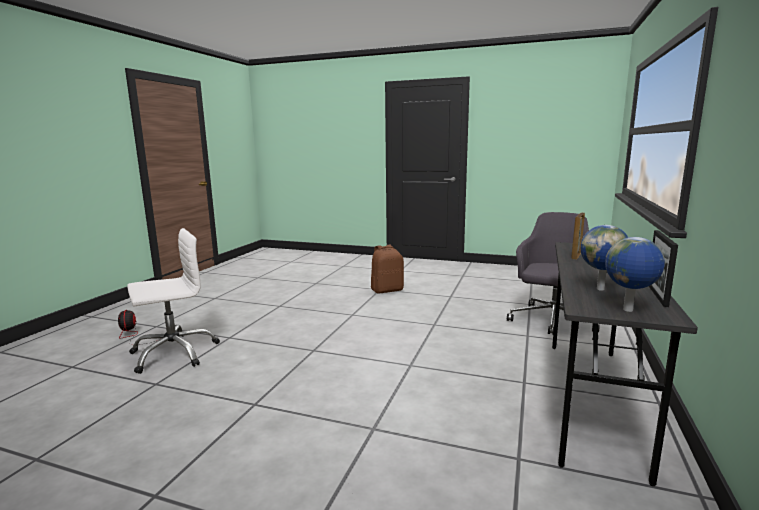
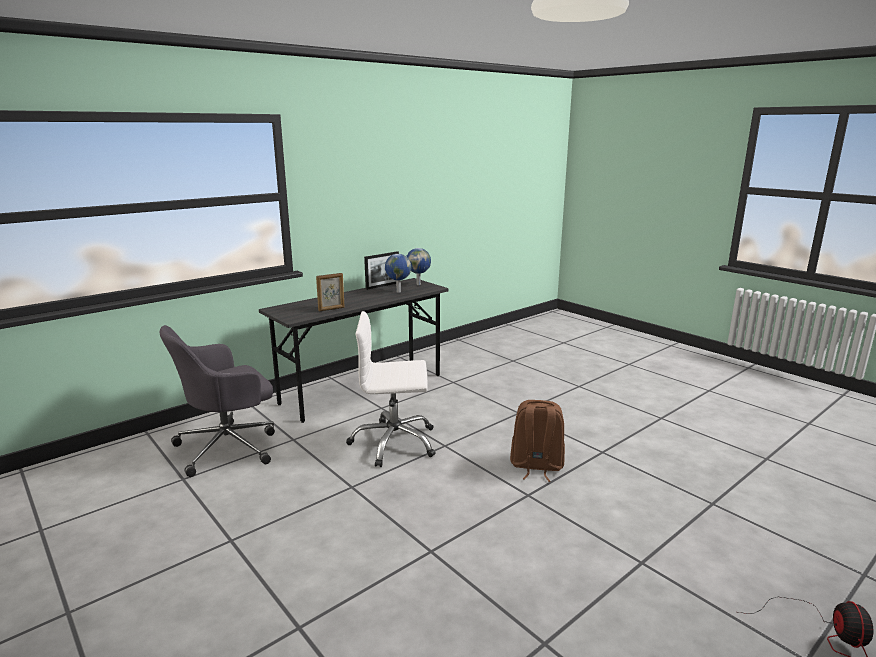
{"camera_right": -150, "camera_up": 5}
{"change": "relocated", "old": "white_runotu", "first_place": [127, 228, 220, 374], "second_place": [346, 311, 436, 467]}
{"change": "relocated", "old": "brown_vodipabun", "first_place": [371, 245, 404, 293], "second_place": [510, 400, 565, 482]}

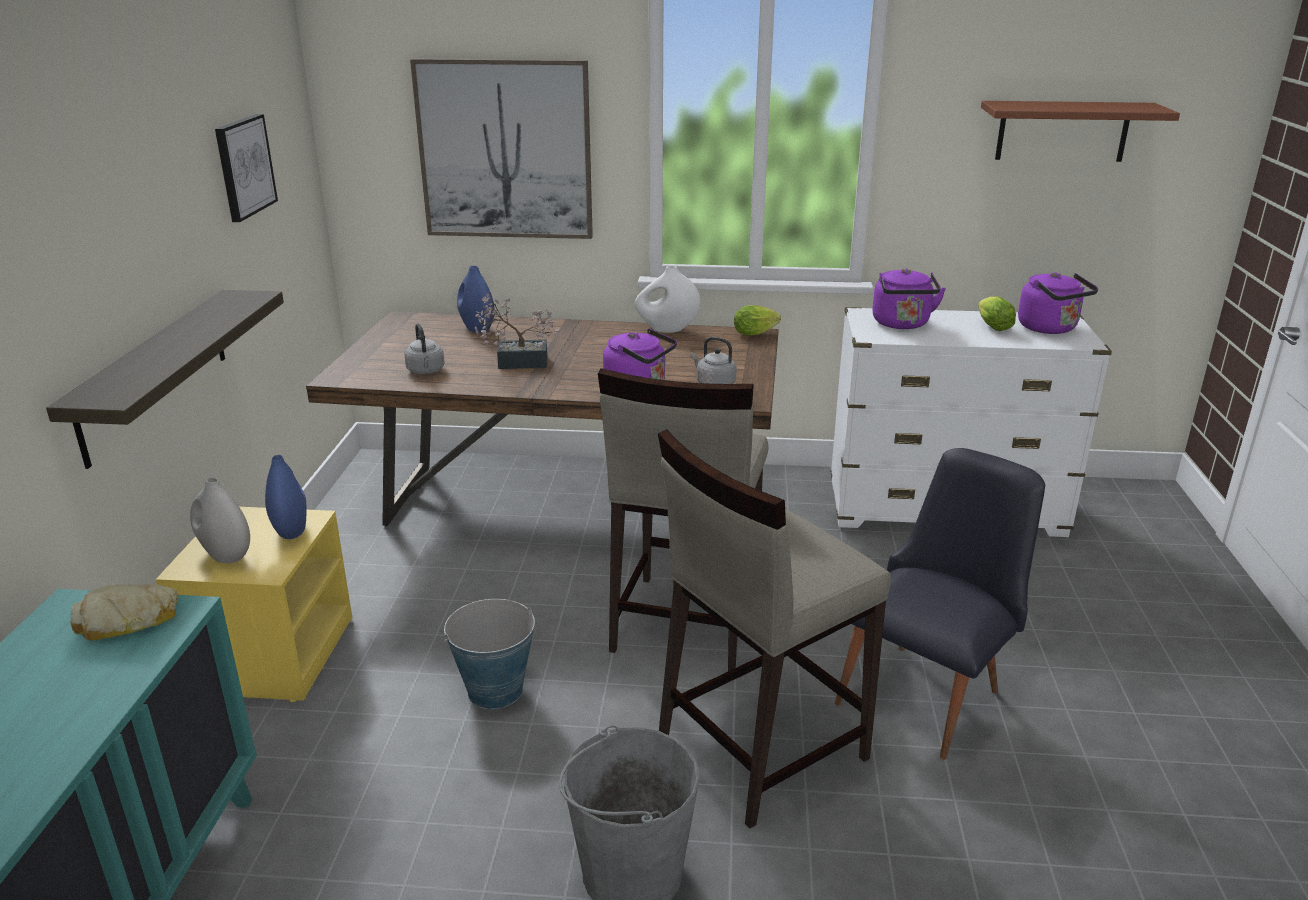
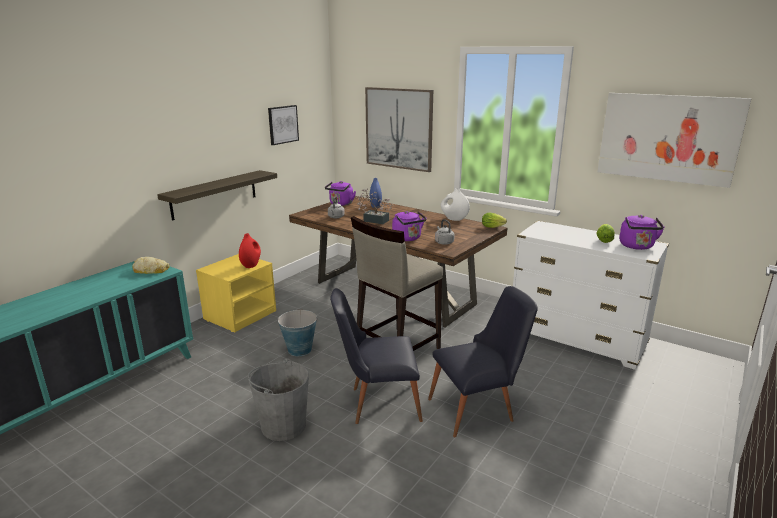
{"camera_right": 30, "camera_up": -5}
{"change": "colour", "old": "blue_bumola", "new": "red_bumola", "first_place": [265, 455, 307, 539], "second_place": [239, 233, 261, 268]}
{"change": "relocated", "old": "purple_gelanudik", "first_place": [872, 268, 946, 329], "second_place": [325, 181, 356, 206]}
{"change": "exchanged", "old": "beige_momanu", "new": "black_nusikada", "first_place": [658, 429, 891, 828], "second_place": [330, 288, 423, 424]}
{"change": "exchanged", "old": "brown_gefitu", "new": "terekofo", "first_place": [981, 101, 1180, 162], "second_place": [597, 93, 752, 188]}
{"change": "missing", "old": "white_bumola", "first_place": [190, 477, 250, 563]}

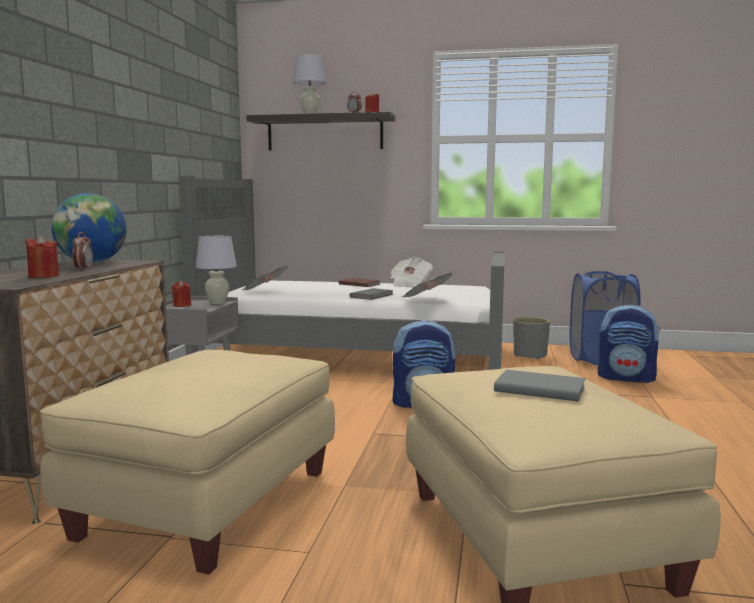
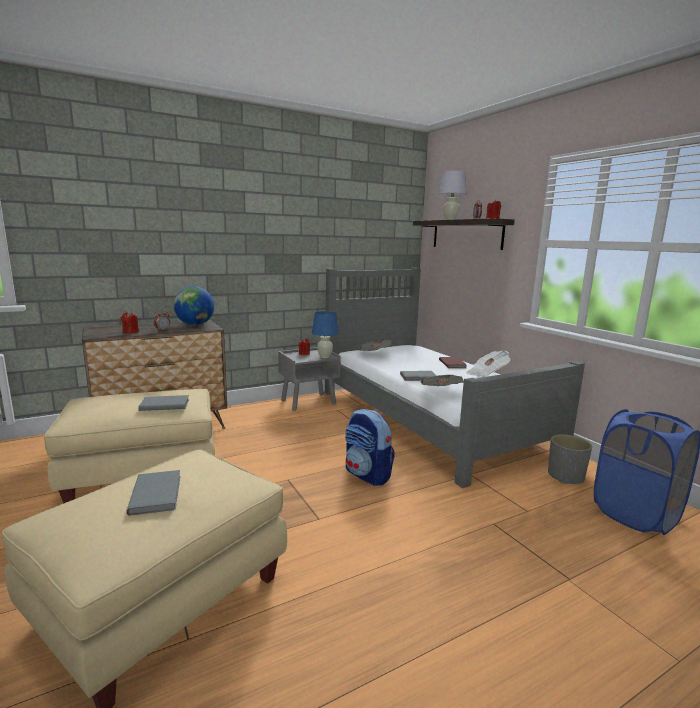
{"camera_right": 50, "camera_up": 5}
{"change": "appeared", "new": "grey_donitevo", "second_place": [139, 395, 189, 411]}
{"change": "colour", "old": "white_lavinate", "new": "blue_lavinate", "first_place": [196, 236, 237, 304], "second_place": [312, 311, 339, 358]}
{"change": "missing", "old": "vodipabun", "first_place": [598, 305, 660, 383]}

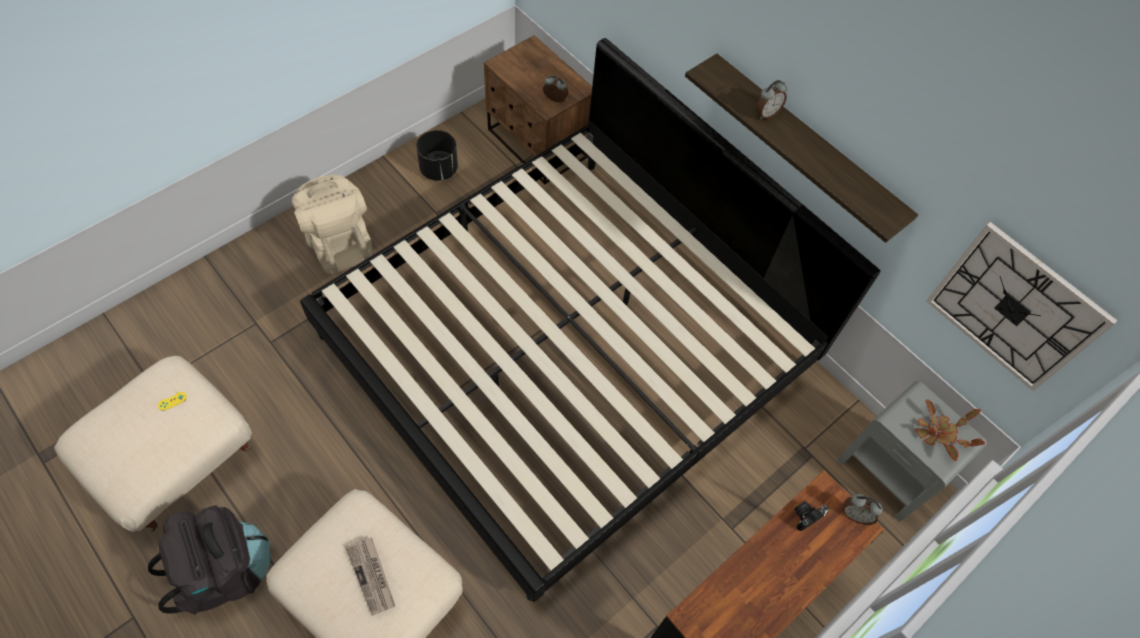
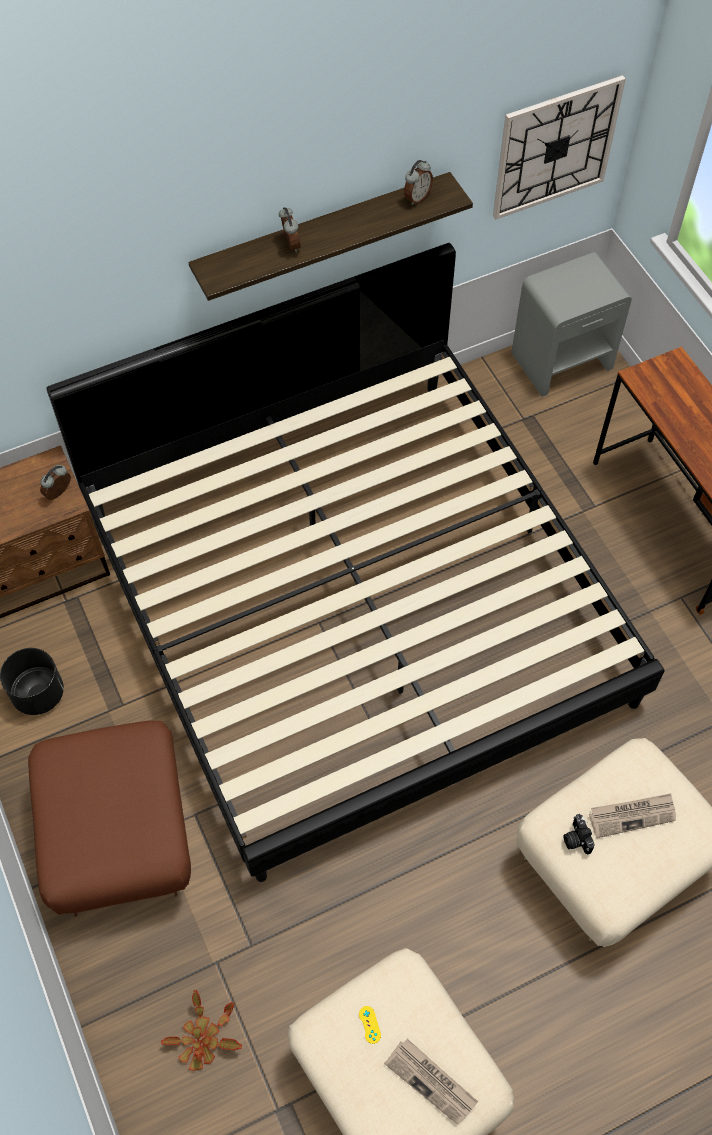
{"camera_right": -70, "camera_up": 0}
{"change": "exchanged", "old": "beige_vodipabun", "new": "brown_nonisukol", "first_place": [292, 175, 372, 276], "second_place": [28, 720, 191, 917]}
{"change": "relocated", "old": "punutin", "first_place": [915, 399, 985, 461], "second_place": [161, 990, 242, 1071]}
{"change": "appeared", "new": "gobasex", "second_place": [384, 1039, 478, 1125]}
{"change": "relocated", "old": "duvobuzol", "first_place": [842, 494, 883, 525], "second_place": [404, 160, 433, 205]}
{"change": "relocated", "old": "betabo", "first_place": [795, 501, 829, 531], "second_place": [564, 814, 595, 855]}
{"change": "missing", "old": "black_vodipabun", "first_place": [148, 506, 271, 614]}

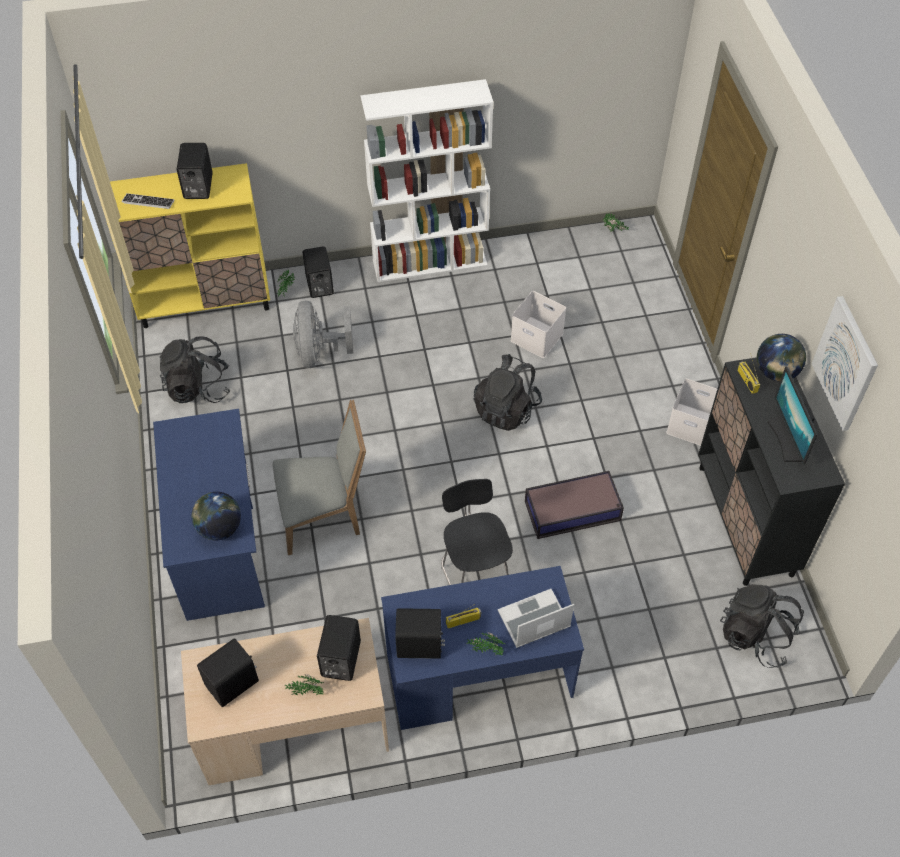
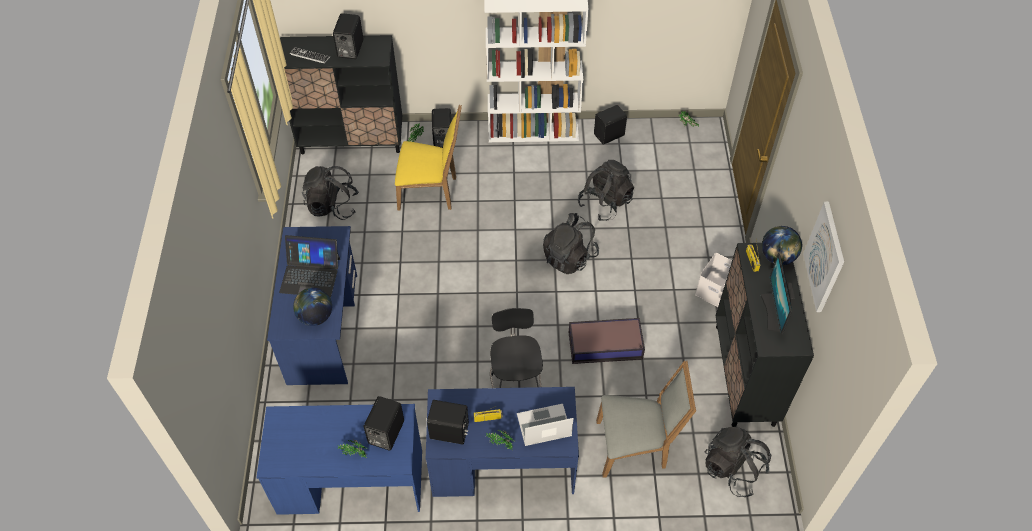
{"camera_right": 10, "camera_up": 0}
{"change": "colour", "old": "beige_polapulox", "new": "blue_polapulox", "first_place": [181, 618, 389, 785], "second_place": [256, 404, 422, 515]}
{"change": "appeared", "new": "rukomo", "second_place": [279, 235, 340, 297]}
{"change": "colour", "old": "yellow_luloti", "new": "black_luloti", "first_place": [106, 163, 270, 328], "second_place": [280, 35, 402, 154]}
{"change": "exchanged", "old": "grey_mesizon", "new": "yellow_nusikada", "first_place": [293, 301, 353, 368], "second_place": [395, 104, 462, 210]}
{"change": "exchanged", "old": "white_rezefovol", "new": "black_vodipabun", "first_place": [510, 291, 566, 358], "second_place": [578, 160, 634, 221]}
{"change": "relocated", "old": "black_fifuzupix", "first_place": [197, 638, 259, 707], "second_place": [594, 105, 627, 145]}
{"change": "relocated", "old": "grey_nusikada", "first_place": [273, 399, 366, 555], "second_place": [596, 360, 696, 478]}

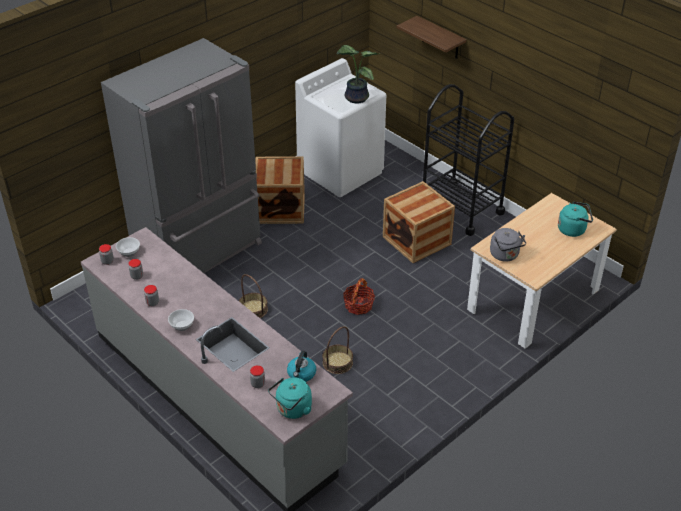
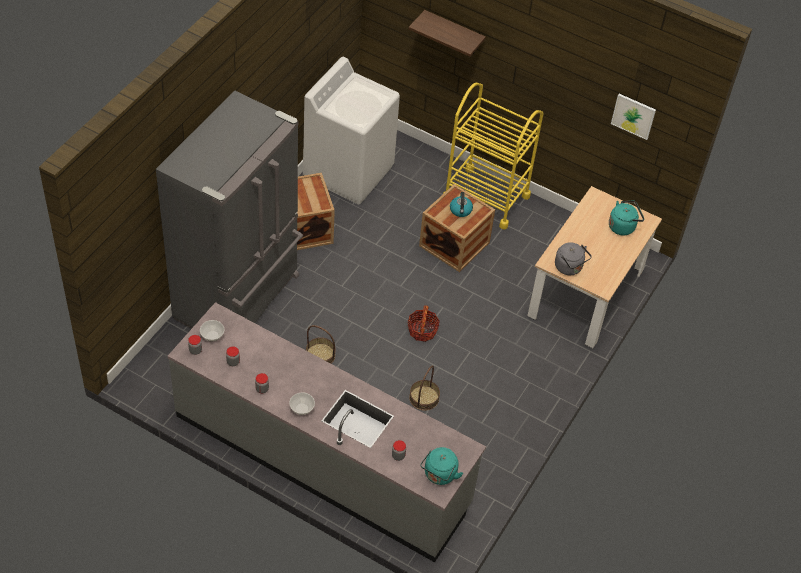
{"camera_right": -20, "camera_up": 10}
{"change": "colour", "old": "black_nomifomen", "new": "yellow_nomifomen", "first_place": [423, 84, 514, 236], "second_place": [443, 82, 544, 230]}
{"change": "relocated", "old": "gelanudik", "first_place": [287, 351, 316, 382], "second_place": [450, 192, 473, 217]}
{"change": "appeared", "new": "terekofo", "second_place": [611, 94, 656, 140]}
{"change": "missing", "old": "punutin", "first_place": [336, 45, 379, 103]}

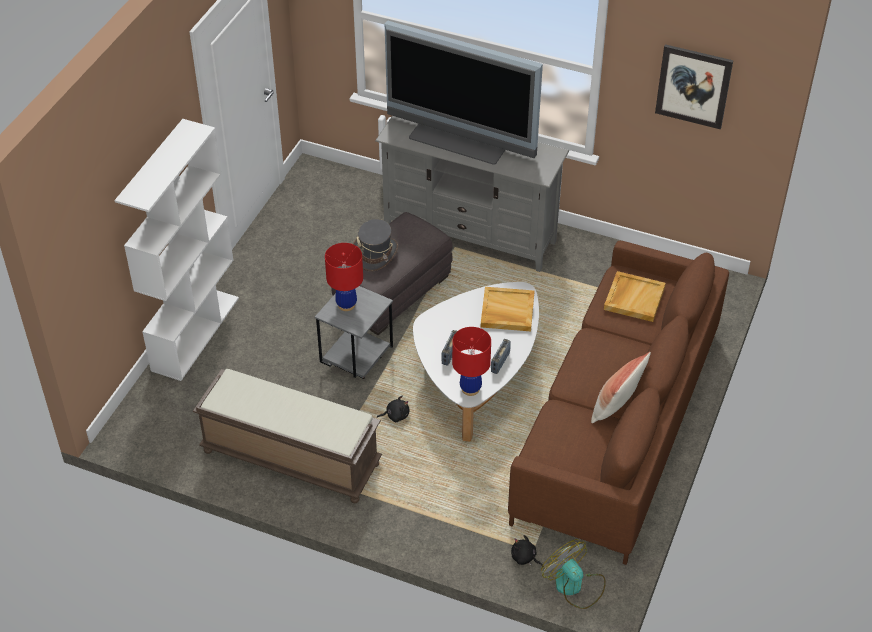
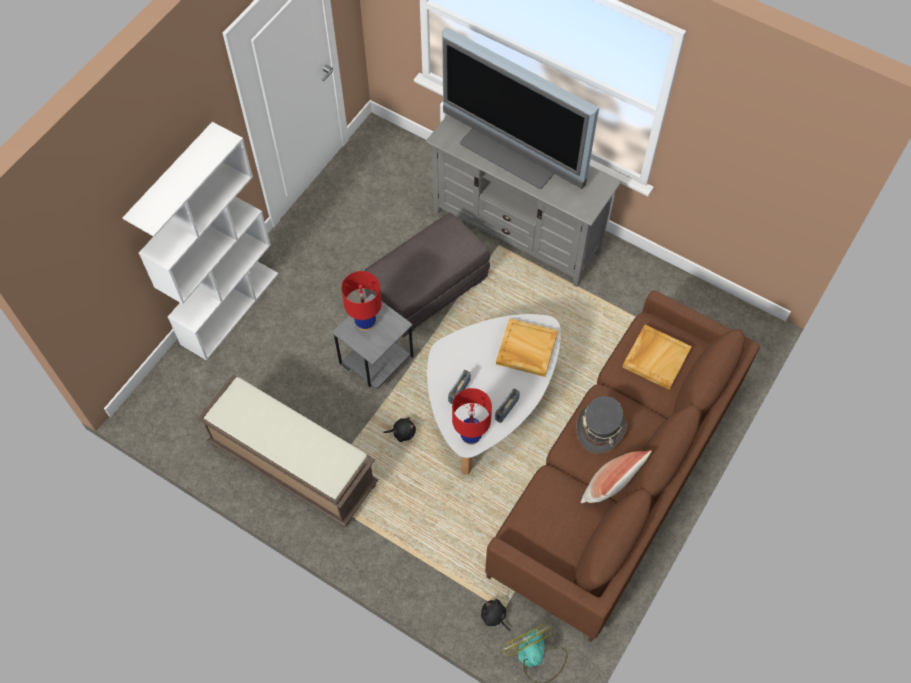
{"camera_right": 10, "camera_up": 15}
{"change": "relocated", "old": "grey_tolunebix", "first_place": [353, 219, 398, 271], "second_place": [576, 396, 627, 454]}
{"change": "missing", "old": "terekofo", "first_place": [655, 44, 733, 129]}

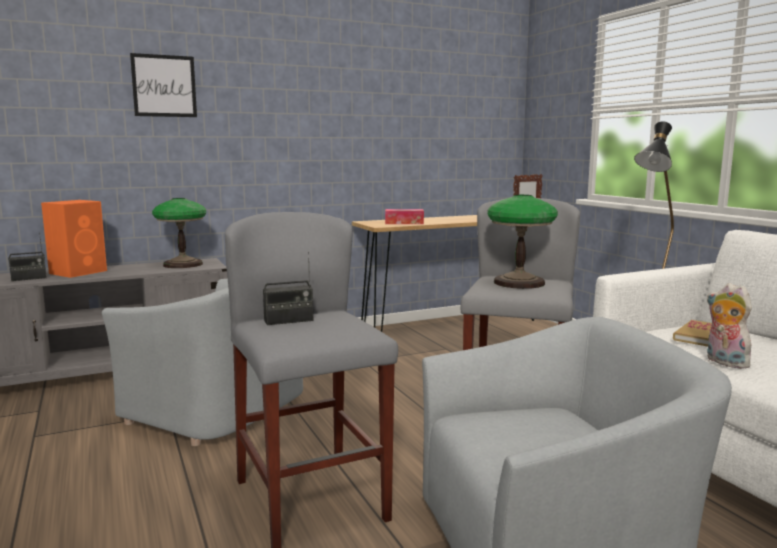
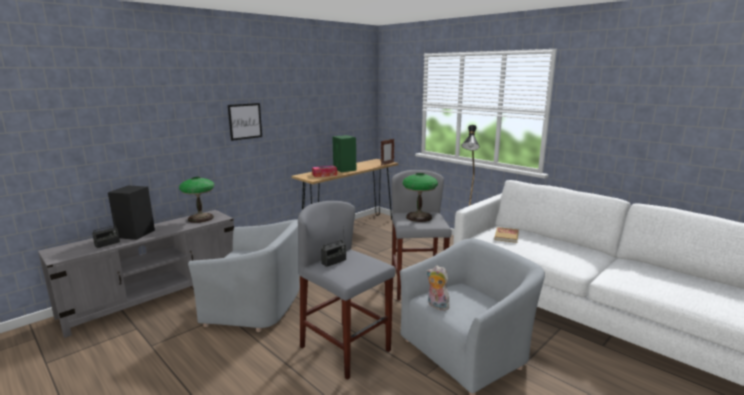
{"camera_right": -20, "camera_up": 5}
{"change": "colour", "old": "orange_fifuzupix", "new": "black_fifuzupix", "first_place": [41, 200, 107, 278], "second_place": [108, 186, 155, 240]}
{"change": "relocated", "old": "terekofo", "first_place": [130, 53, 197, 117], "second_place": [228, 103, 262, 141]}
{"change": "appeared", "new": "green_fifuzupix", "second_place": [332, 135, 356, 172]}
{"change": "relocated", "old": "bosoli", "first_place": [706, 283, 752, 369], "second_place": [426, 265, 449, 311]}

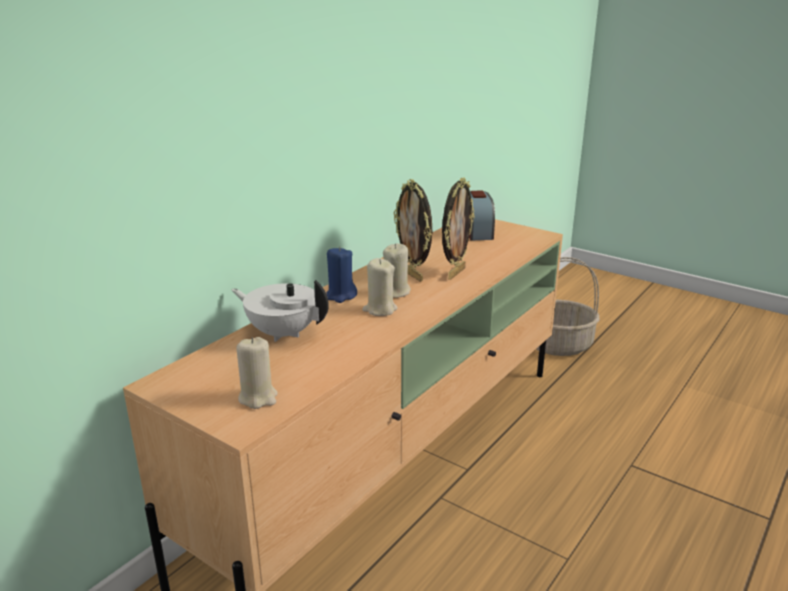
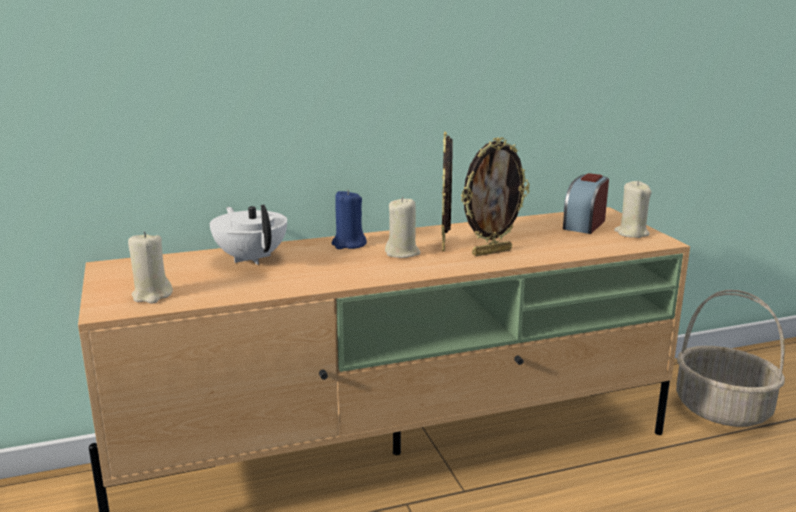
{"camera_right": 35, "camera_up": -5}
{"change": "relocated", "old": "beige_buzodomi", "first_place": [362, 258, 398, 316], "second_place": [614, 181, 652, 238]}

